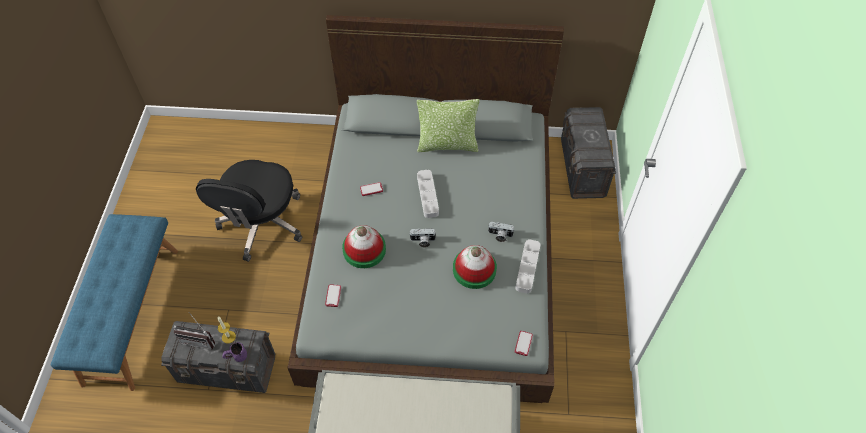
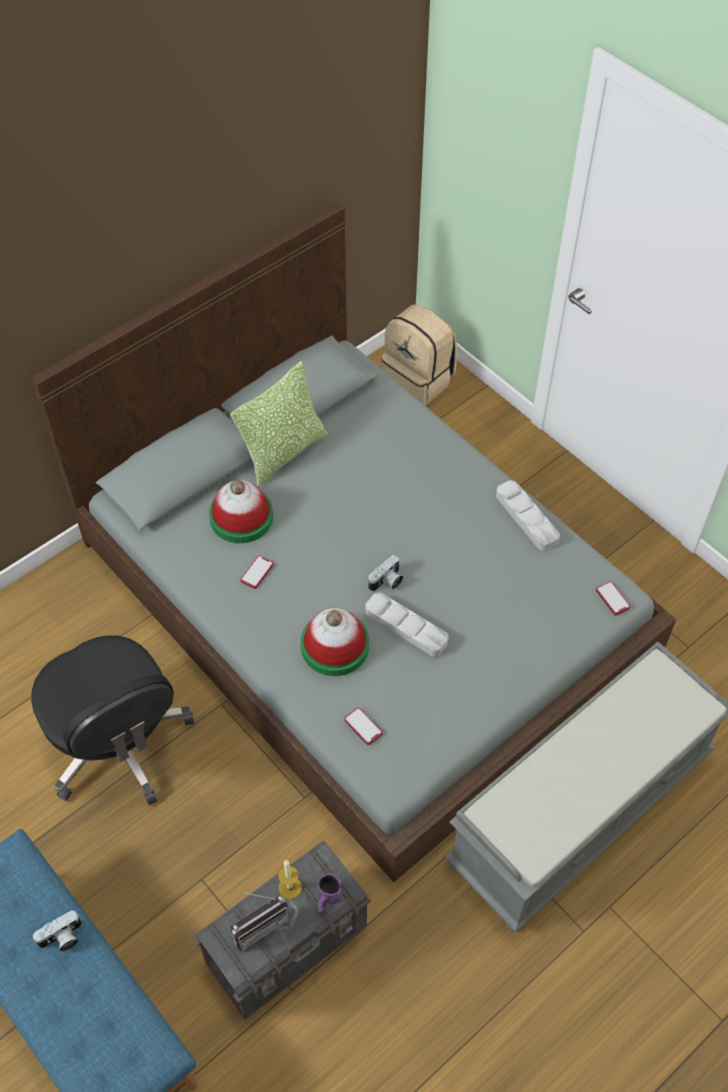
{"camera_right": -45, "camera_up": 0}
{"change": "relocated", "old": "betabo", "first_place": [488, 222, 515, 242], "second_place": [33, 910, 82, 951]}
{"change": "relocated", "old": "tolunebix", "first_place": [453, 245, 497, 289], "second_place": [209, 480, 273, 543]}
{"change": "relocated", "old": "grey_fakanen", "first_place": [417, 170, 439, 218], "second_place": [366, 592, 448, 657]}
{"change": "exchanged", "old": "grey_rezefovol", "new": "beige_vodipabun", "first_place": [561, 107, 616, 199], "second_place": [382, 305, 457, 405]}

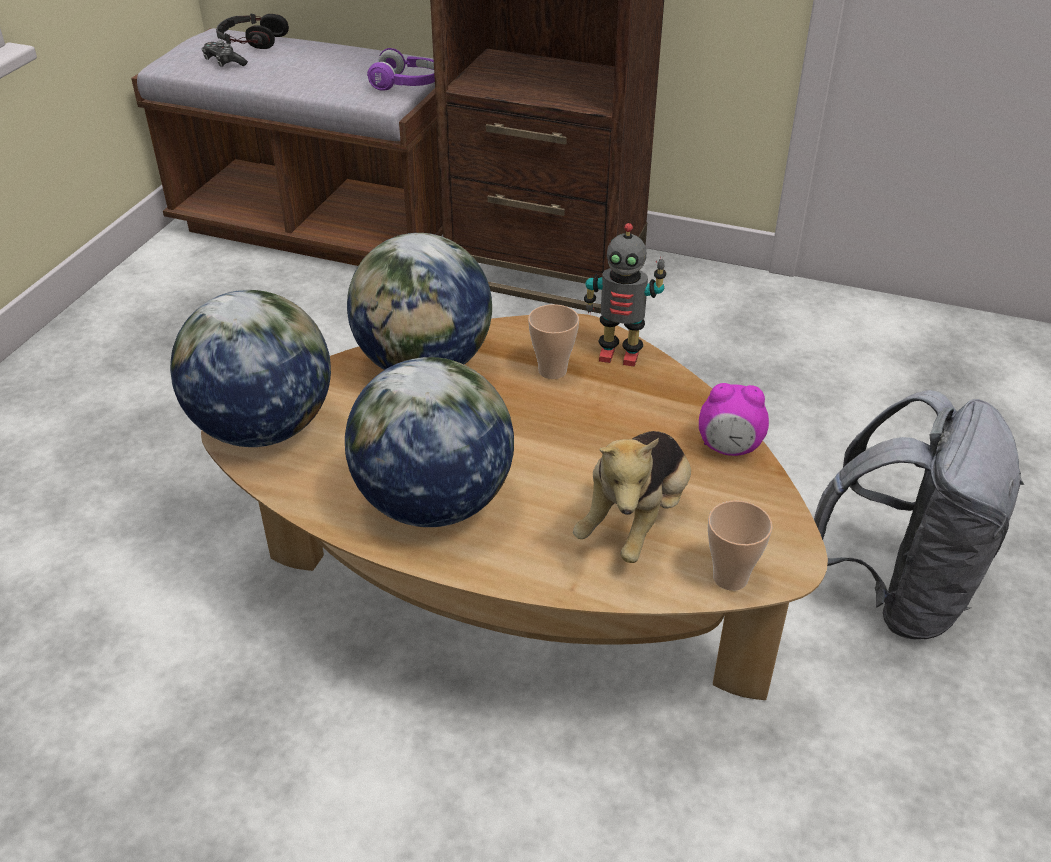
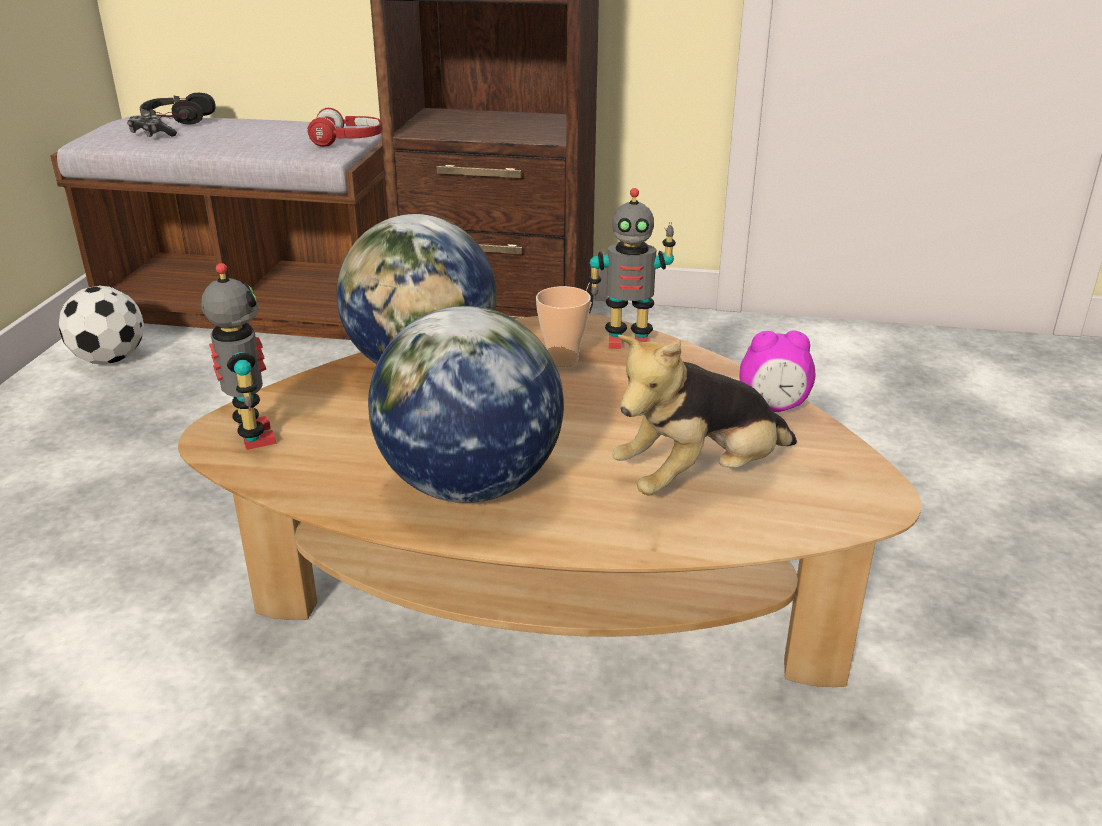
{"camera_right": -10, "camera_up": -10}
{"change": "appeared", "new": "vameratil", "second_place": [58, 286, 144, 365]}
{"change": "exchanged", "old": "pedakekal", "new": "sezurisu", "first_place": [170, 290, 331, 447], "second_place": [201, 263, 276, 450]}
{"change": "colour", "old": "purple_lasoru", "new": "red_lasoru", "first_place": [367, 48, 435, 91], "second_place": [307, 108, 381, 147]}
{"change": "spun", "old": "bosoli", "first_place": [573, 431, 691, 563], "second_place": [612, 335, 797, 496], "degrees": 45}
{"change": "missing", "old": "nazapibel", "first_place": [708, 500, 773, 591]}
{"change": "missing", "old": "grey_vodipabun", "first_place": [814, 390, 1024, 639]}

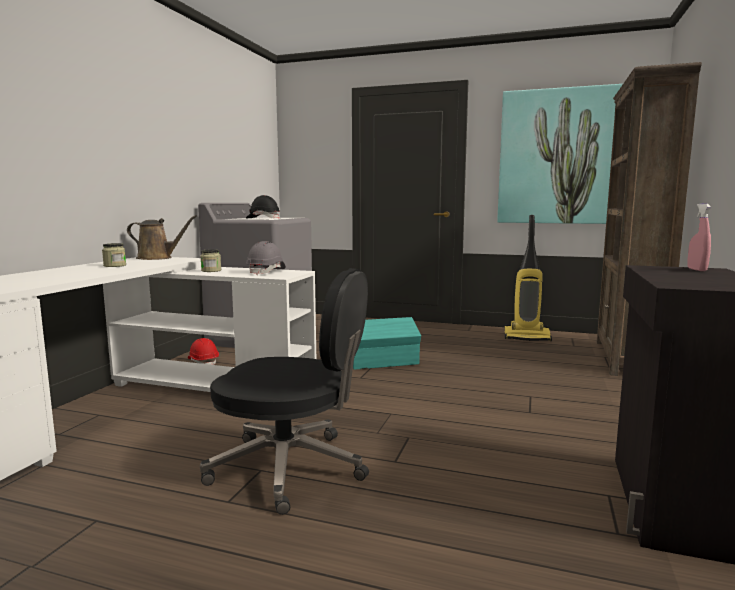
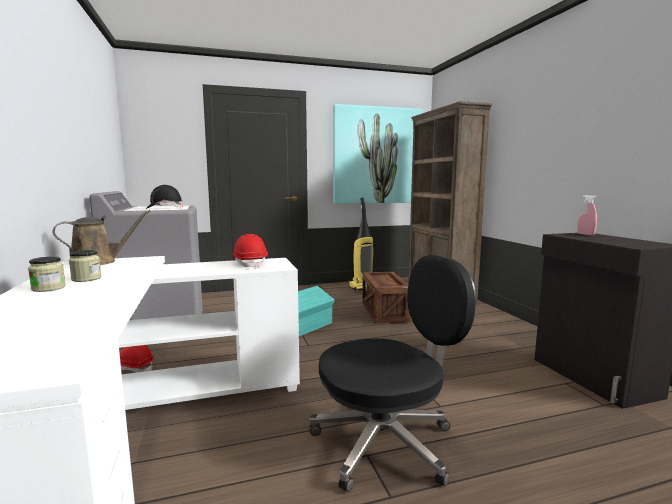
{"camera_right": -35, "camera_up": 0}
{"change": "relocated", "old": "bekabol", "first_place": [200, 250, 221, 272], "second_place": [28, 257, 66, 292]}
{"change": "colour", "old": "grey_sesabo", "new": "red_sesabo", "first_place": [246, 241, 286, 275], "second_place": [232, 234, 268, 269]}
{"change": "appeared", "new": "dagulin", "second_place": [362, 272, 411, 324]}

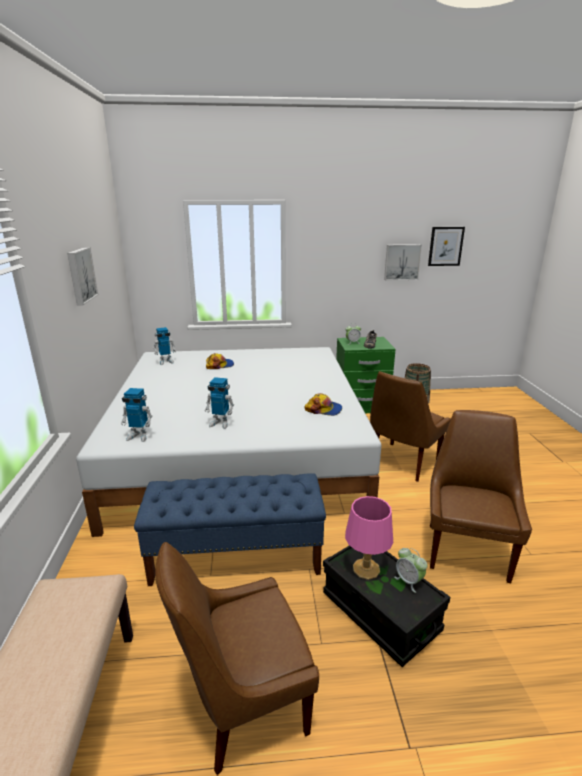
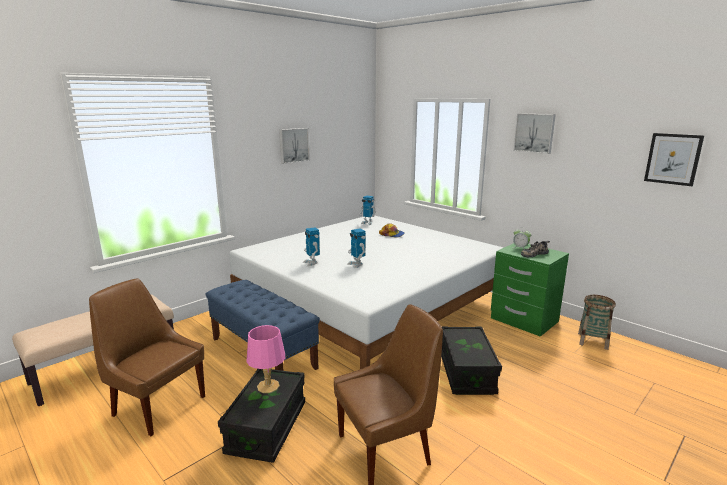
{"camera_right": 50, "camera_up": -5}
{"change": "relocated", "old": "sezurisu", "first_place": [121, 388, 152, 442], "second_place": [347, 229, 366, 268]}
{"change": "exchanged", "old": "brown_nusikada", "new": "black_rezefovol", "first_place": [370, 371, 451, 482], "second_place": [441, 327, 502, 395]}
{"change": "relocated", "old": "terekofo", "first_place": [384, 244, 422, 280], "second_place": [513, 113, 556, 154]}
{"change": "missing", "old": "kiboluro", "first_place": [304, 393, 342, 416]}
{"change": "missing", "old": "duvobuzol", "first_place": [394, 548, 428, 593]}

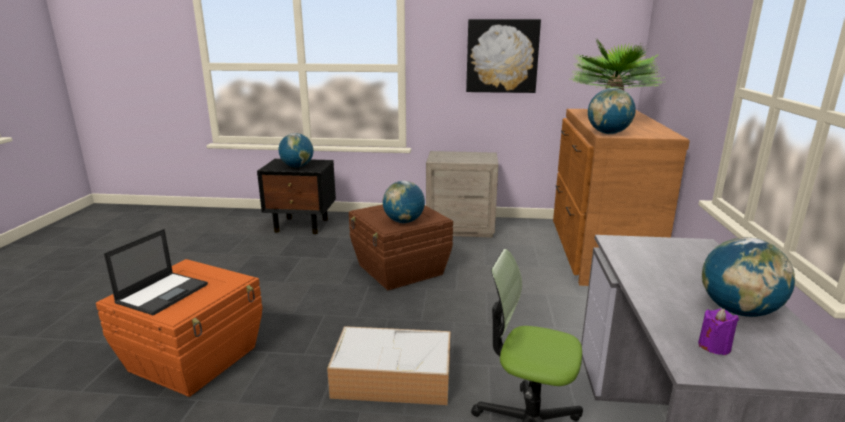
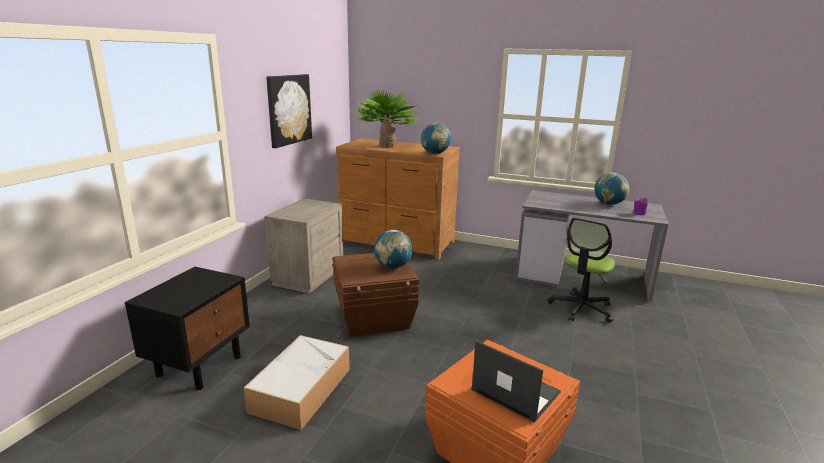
{"camera_right": -75, "camera_up": 0}
{"change": "relocated", "old": "rezefovol", "first_place": [327, 326, 451, 405], "second_place": [244, 335, 350, 430]}
{"change": "missing", "old": "pedakekal", "first_place": [279, 133, 313, 168]}

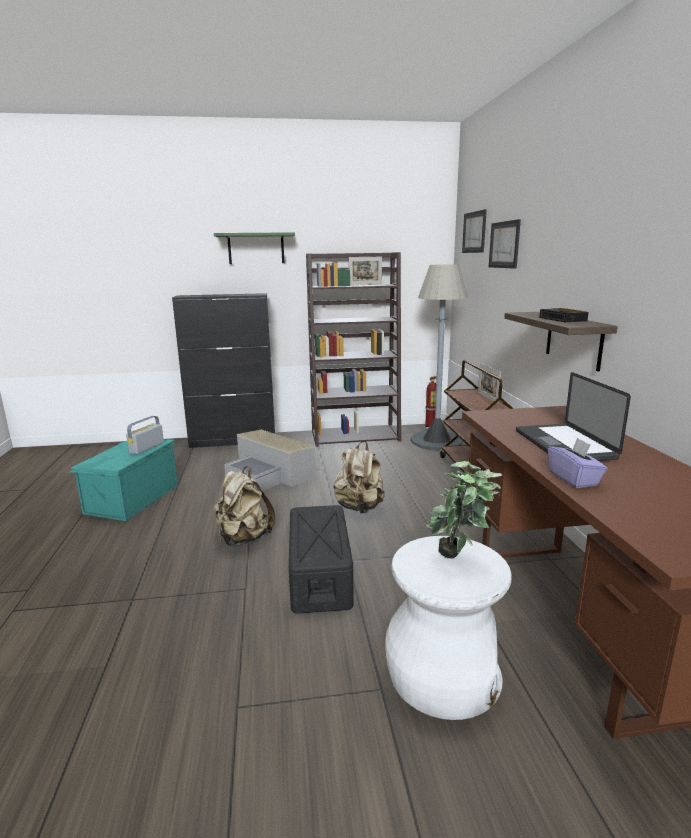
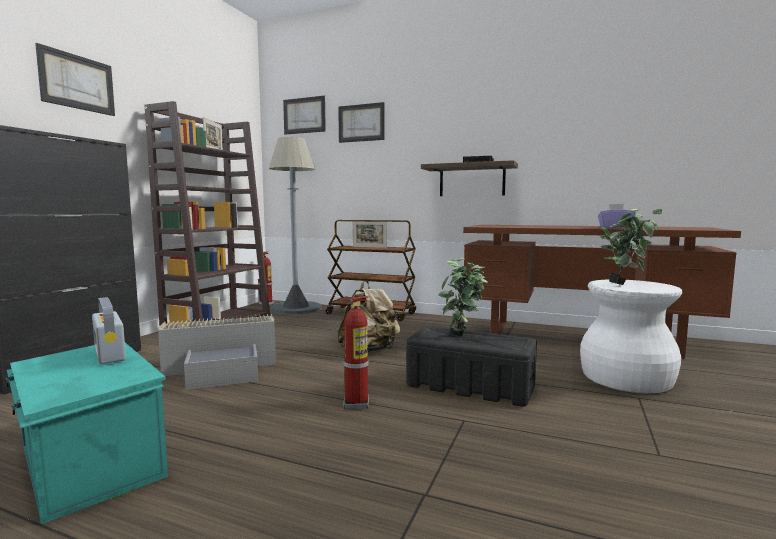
{"camera_right": -60, "camera_up": -10}
{"change": "exchanged", "old": "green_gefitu", "new": "terekofo", "first_place": [214, 232, 295, 264], "second_place": [35, 43, 115, 116]}
{"change": "exchanged", "old": "beige_vodipabun", "new": "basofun", "first_place": [213, 466, 276, 546], "second_place": [343, 296, 370, 409]}
{"change": "appeared", "new": "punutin", "second_place": [438, 258, 487, 336]}
{"change": "missing", "old": "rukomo", "first_place": [516, 372, 631, 461]}

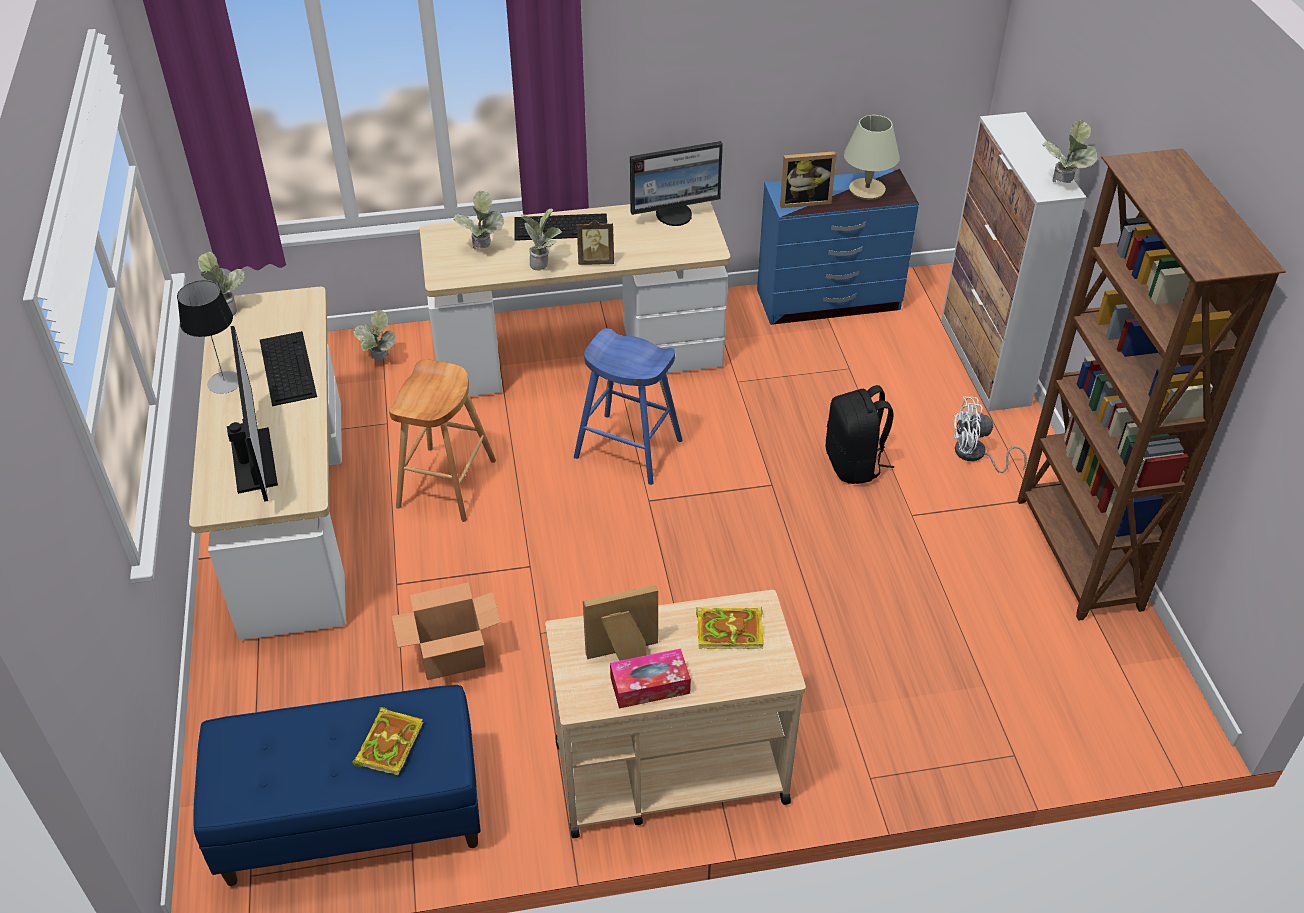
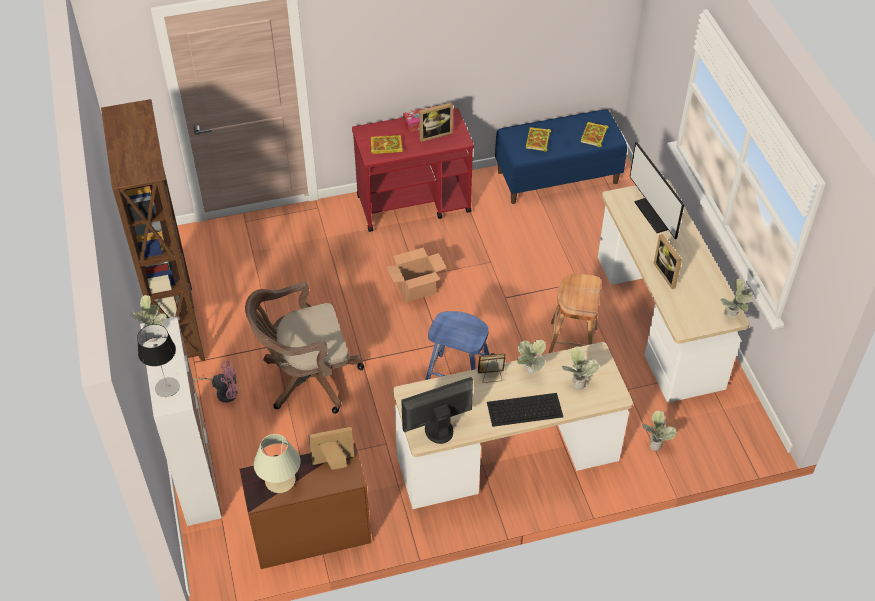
{"camera_right": 175, "camera_up": 5}
{"change": "relocated", "old": "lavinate", "first_place": [177, 280, 239, 394], "second_place": [137, 324, 180, 397]}
{"change": "colour", "old": "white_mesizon", "new": "pink_mesizon", "first_place": [953, 397, 1027, 473], "second_place": [193, 360, 237, 403]}
{"change": "colour", "old": "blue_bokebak", "new": "brown_bokebak", "first_place": [757, 169, 919, 325], "second_place": [239, 443, 371, 569]}
{"change": "exchanged", "old": "black_vodipabun", "new": "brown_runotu", "first_place": [826, 385, 894, 484], "second_place": [245, 282, 364, 414]}
{"change": "colour", "old": "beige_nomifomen", "new": "red_nomifomen", "first_place": [545, 590, 806, 838], "second_place": [352, 108, 474, 232]}
{"change": "relocated", "old": "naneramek", "first_place": [392, 582, 501, 680], "second_place": [386, 247, 446, 302]}
{"change": "appeared", "new": "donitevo", "second_place": [581, 122, 609, 147]}
{"change": "exchanged", "old": "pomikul", "new": "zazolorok", "first_place": [260, 331, 317, 406], "second_place": [653, 234, 682, 289]}

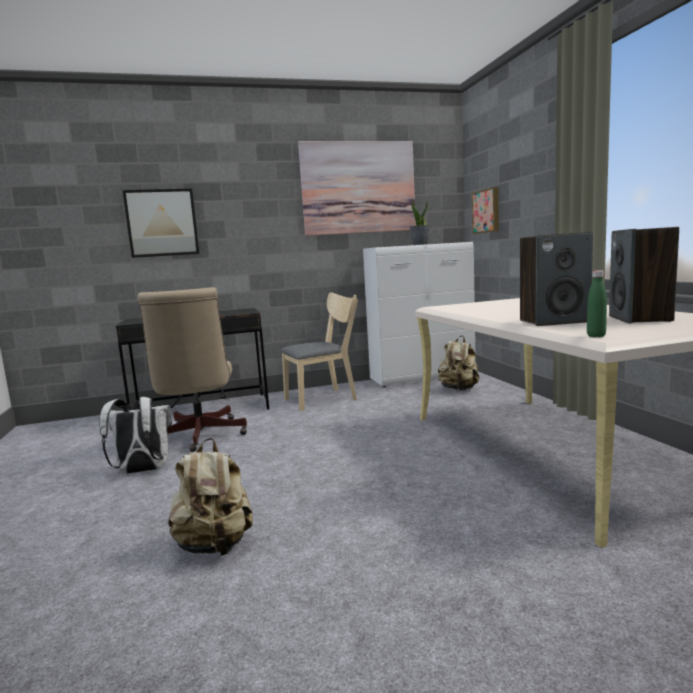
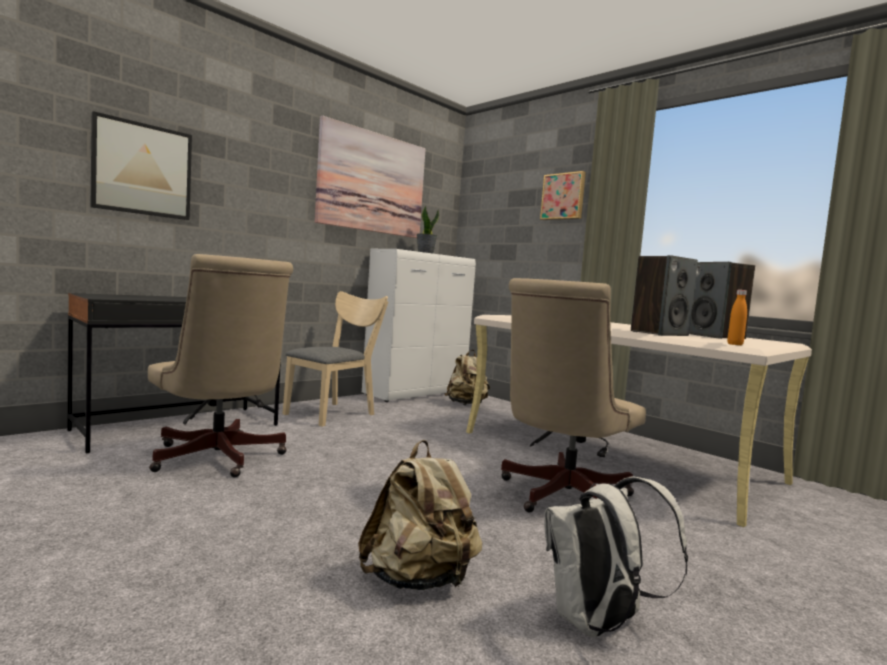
{"camera_right": -30, "camera_up": -5}
{"change": "appeared", "new": "beige_runotu", "second_place": [501, 278, 646, 513]}
{"change": "relocated", "old": "terekofo", "first_place": [472, 187, 499, 234], "second_place": [540, 171, 586, 220]}
{"change": "relocated", "old": "white_vodipabun", "first_place": [99, 397, 172, 474], "second_place": [544, 477, 688, 637]}
{"change": "colour", "old": "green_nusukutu", "new": "orange_nusukutu", "first_place": [587, 270, 607, 337], "second_place": [727, 290, 747, 345]}

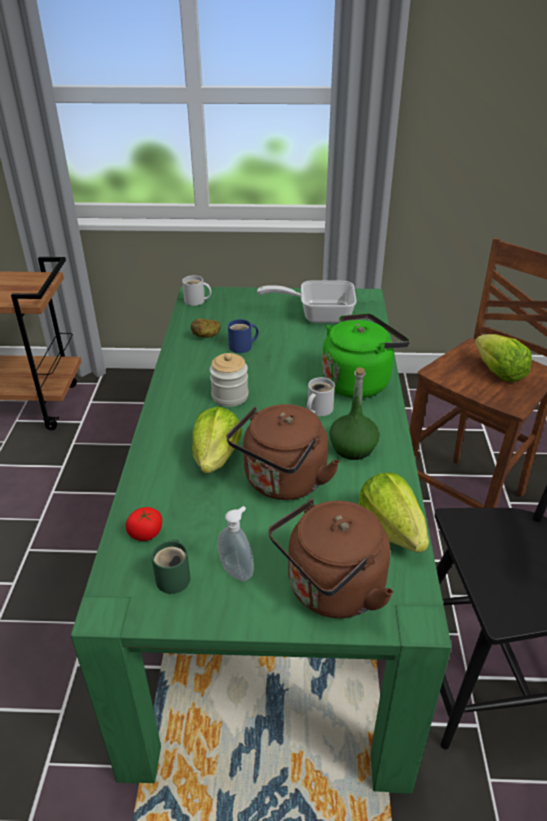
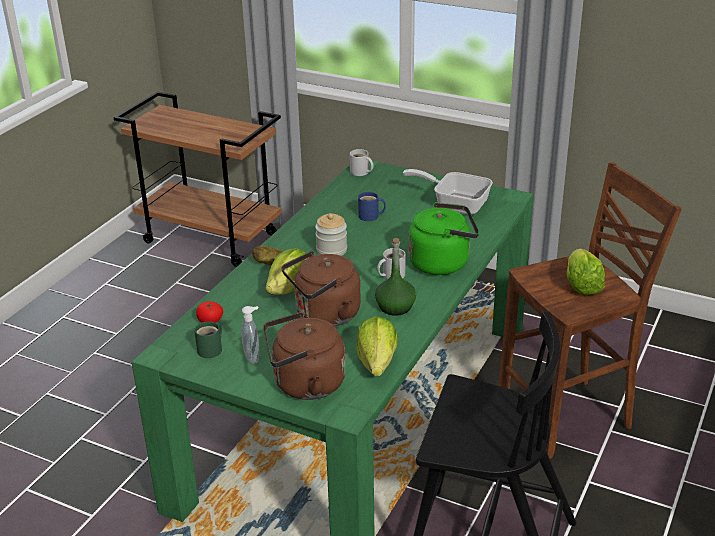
{"camera_right": 25, "camera_up": -5}
{"change": "relocated", "old": "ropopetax", "first_place": [191, 319, 221, 337], "second_place": [252, 245, 283, 265]}

